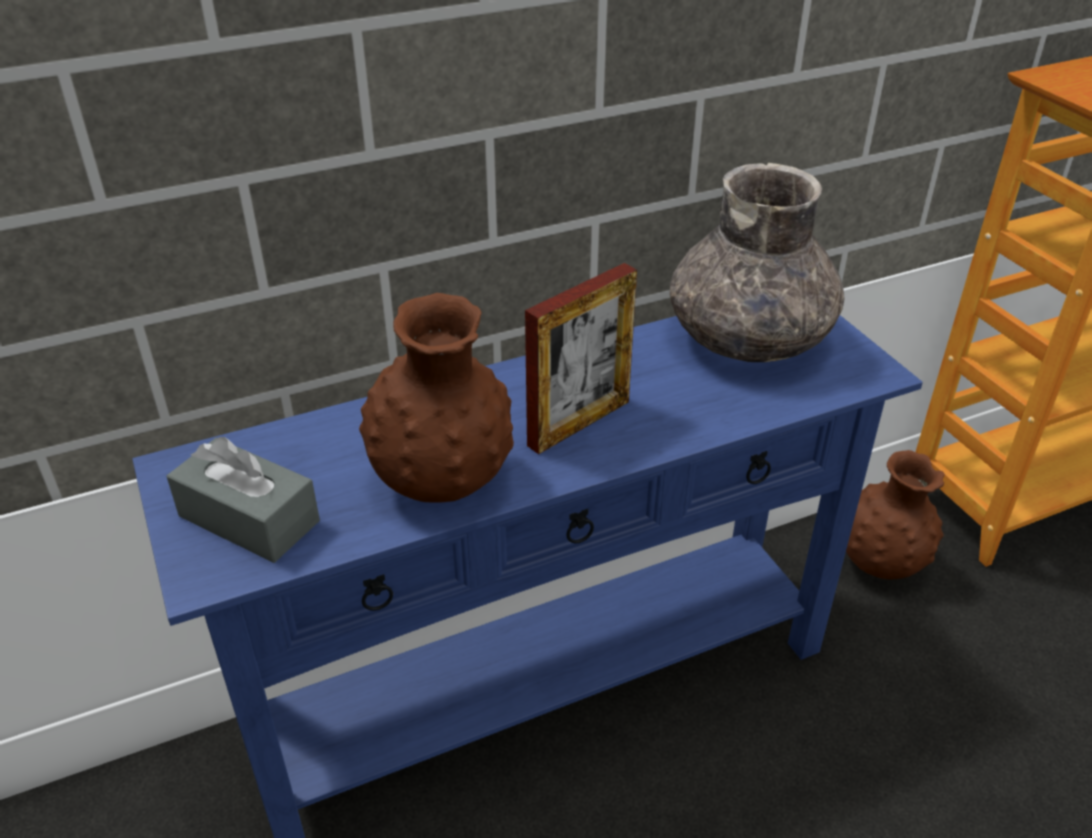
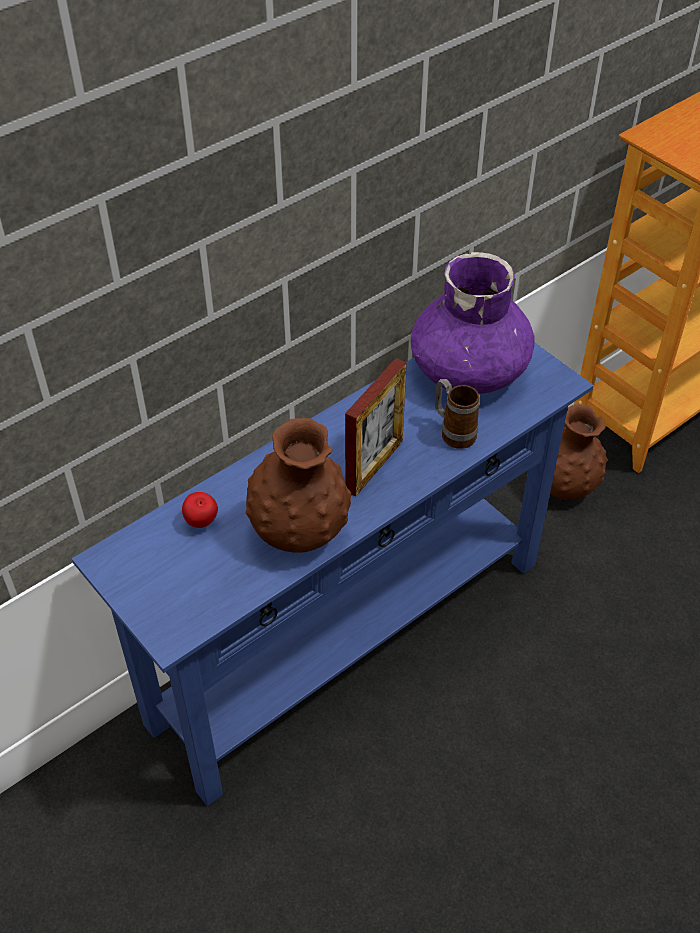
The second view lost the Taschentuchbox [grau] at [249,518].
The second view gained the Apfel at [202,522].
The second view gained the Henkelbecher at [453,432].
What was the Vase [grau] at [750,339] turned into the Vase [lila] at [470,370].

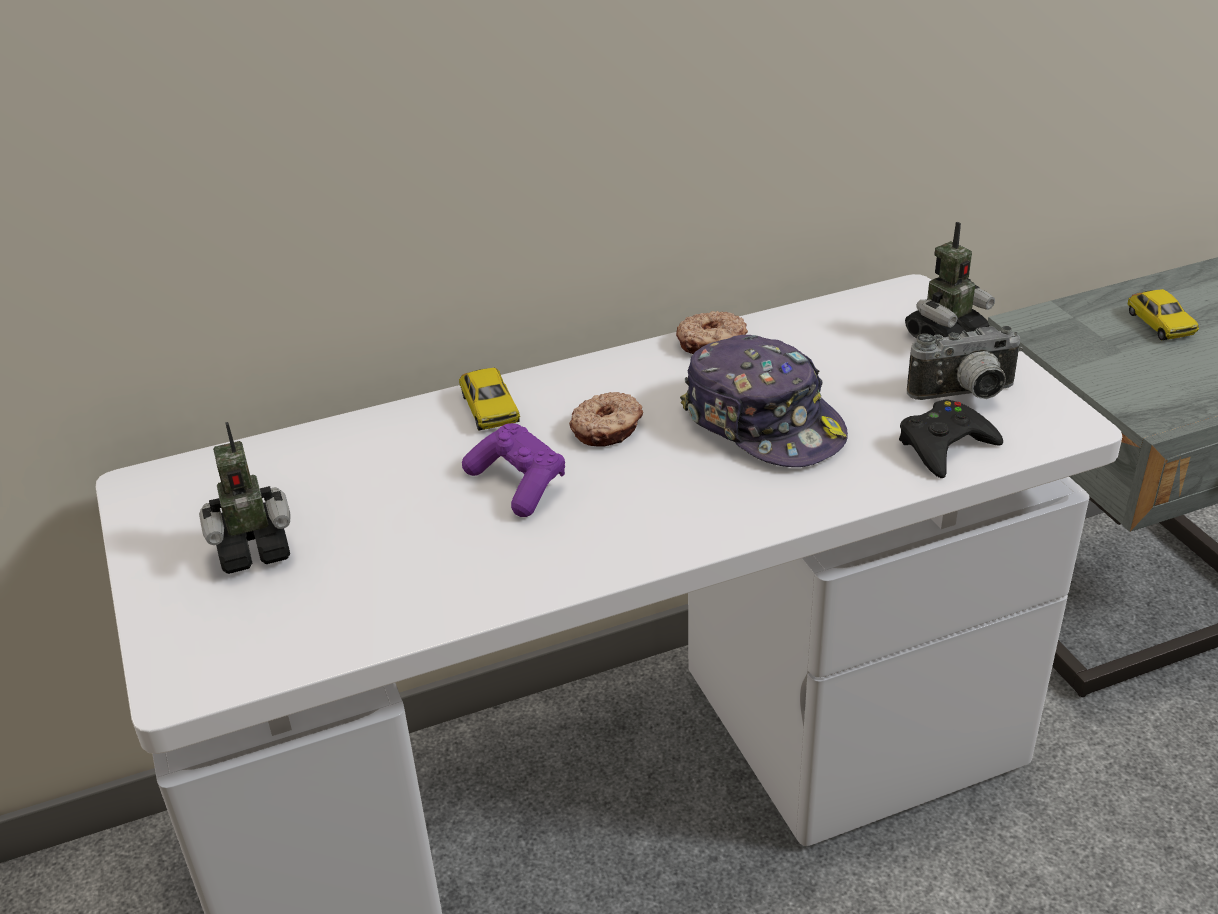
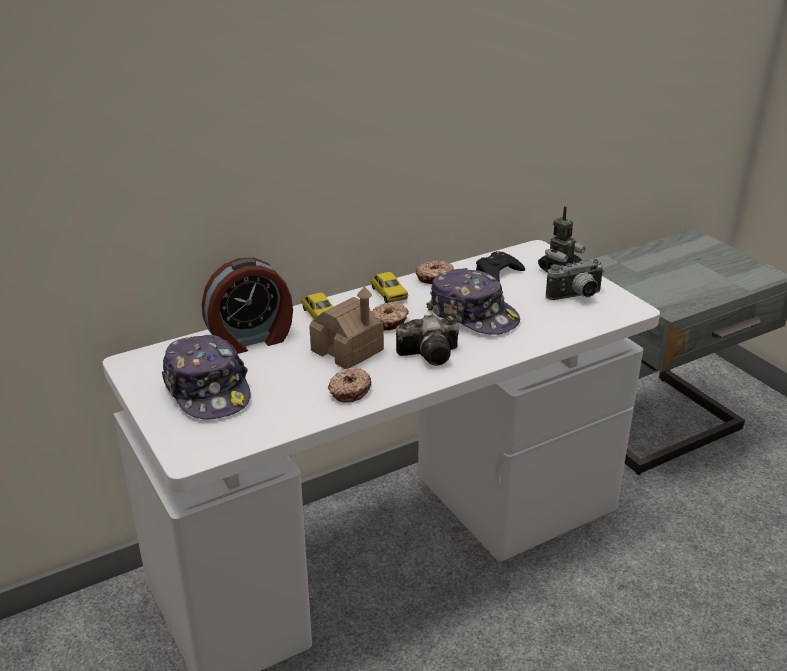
The second view gained the Wecker at [251,339].
The second view gained the Donut at [349,391].
The second view gained the Kamera at [432,354].
The Gamepad [schwarz] ended up elsewhere, having gone from [945,446] to [498,272].
The Spielzeugauto ended up elsewhere, having gone from [1160,324] to [389,293].
Where the Spielzeugroboter stood at [254,550], the Kappe came to stand at [208,390].
Where the Gamepad [lila] stood at [518,484], the Spielzeughaus came to stand at [347,350].

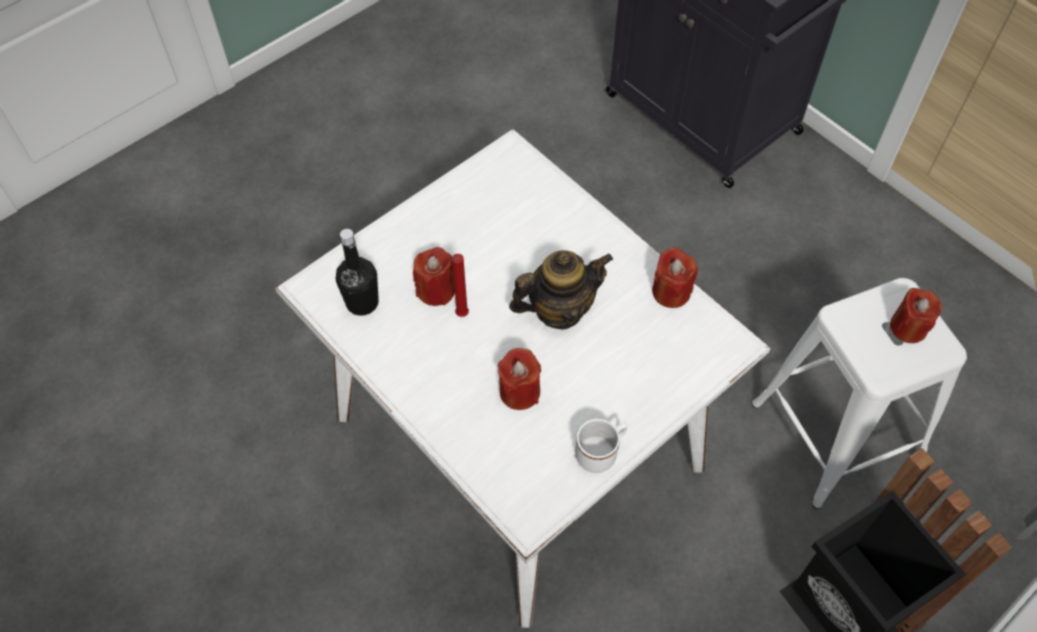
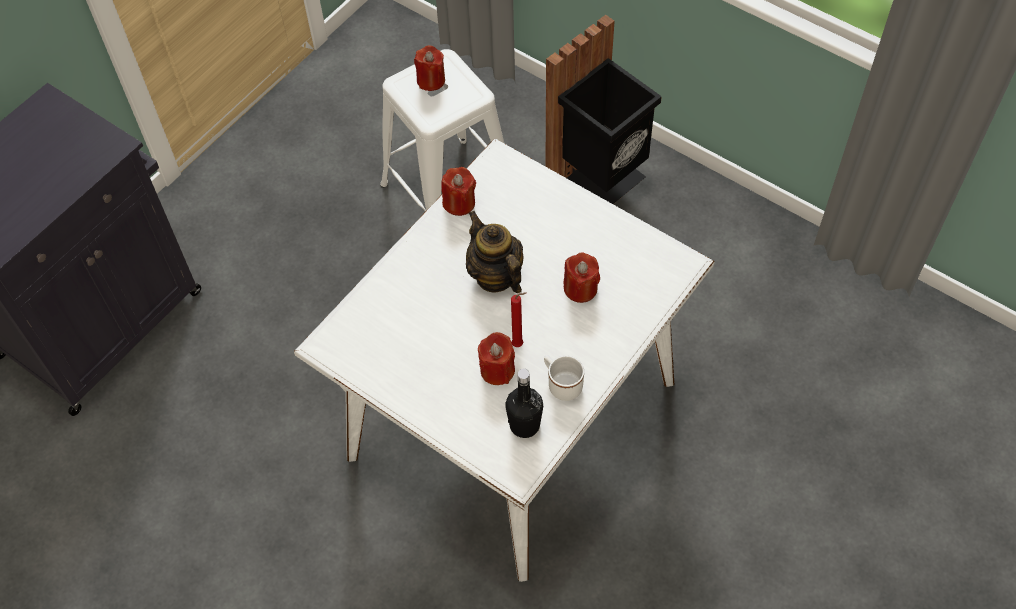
The Henkelbecher [weiß] ended up elsewhere, having gone from [601,452] to [561,383].

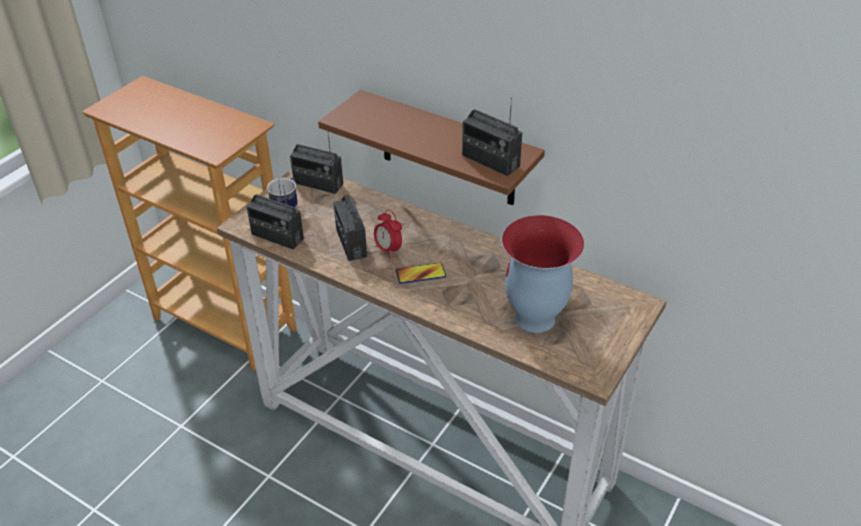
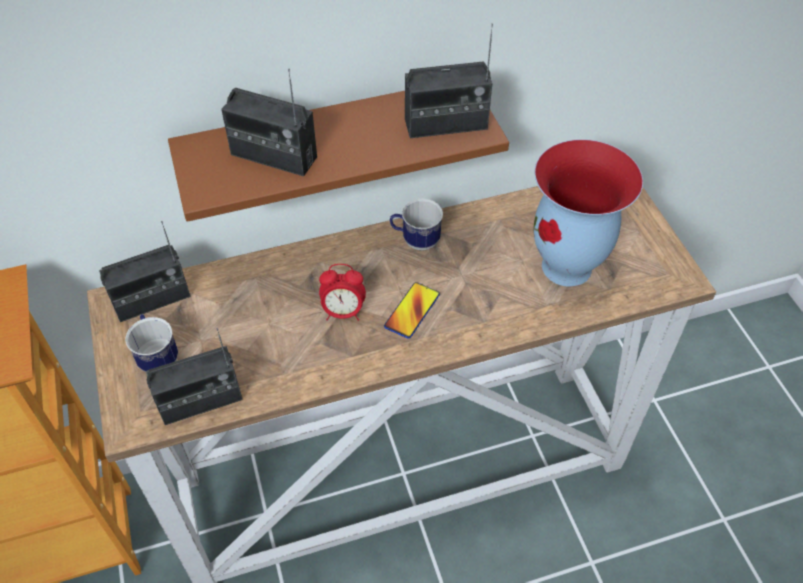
The second view gained the Henkelbecher at [415,241].
The Radio ended up elsewhere, having gone from [351,243] to [273,156].

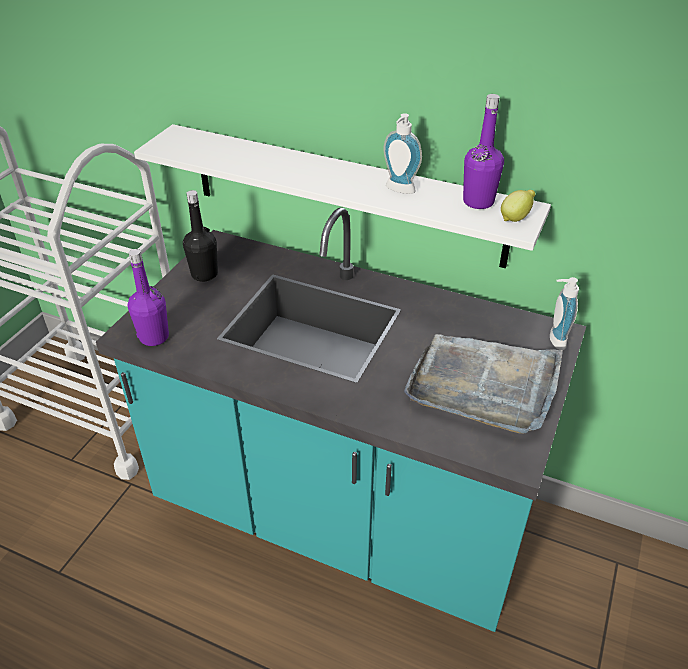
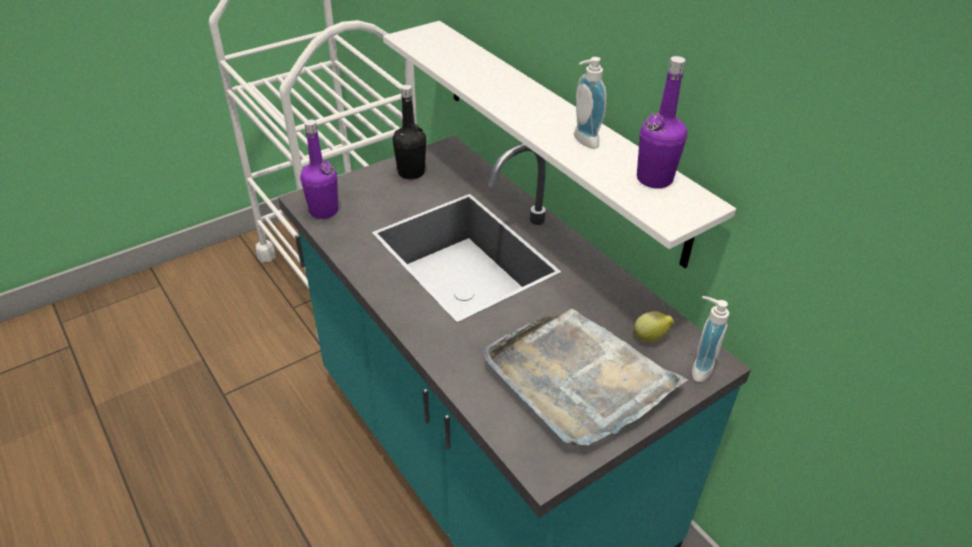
The Zitrone ended up elsewhere, having gone from [515,218] to [651,338].

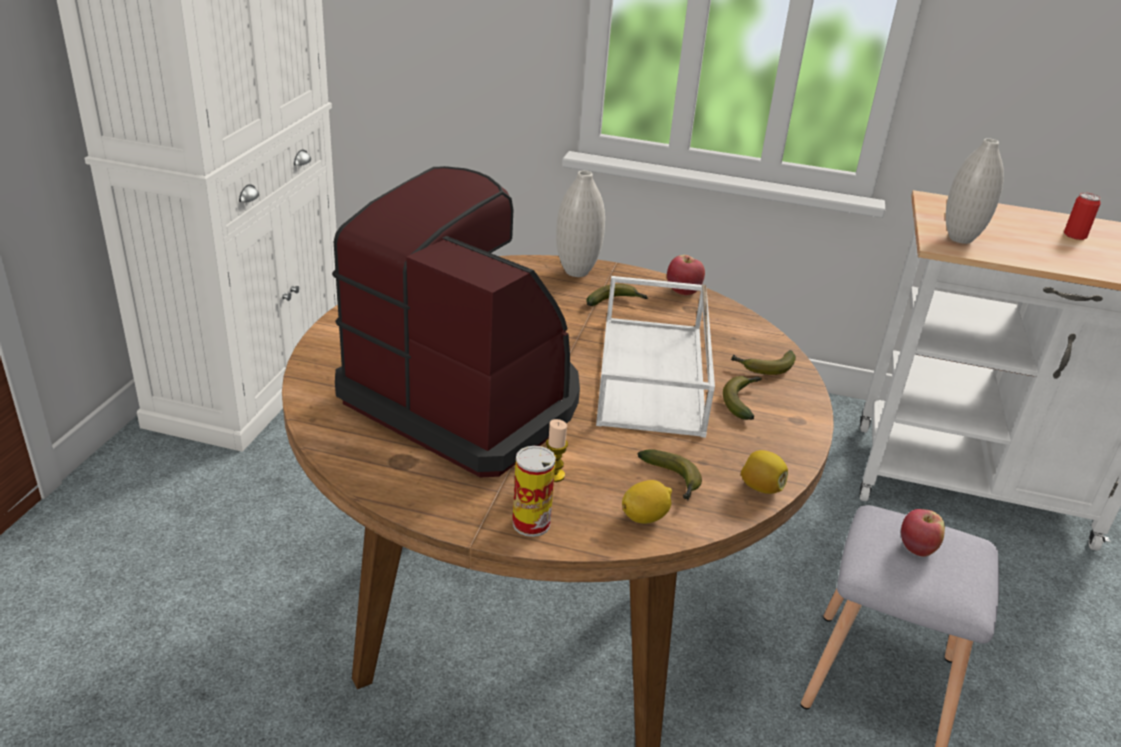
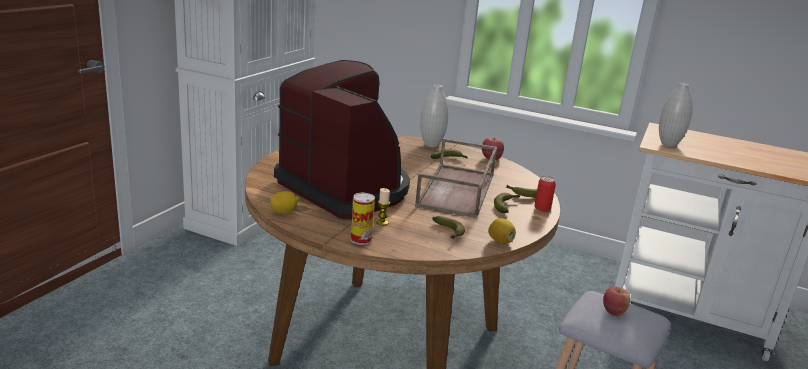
The Zitrone ended up elsewhere, having gone from [645,517] to [284,212].
The Dose ended up elsewhere, having gone from [1075,235] to [542,208].
What was the Tablett [weiß] at [654,375] turned into the Tablett [braun] at [458,190].

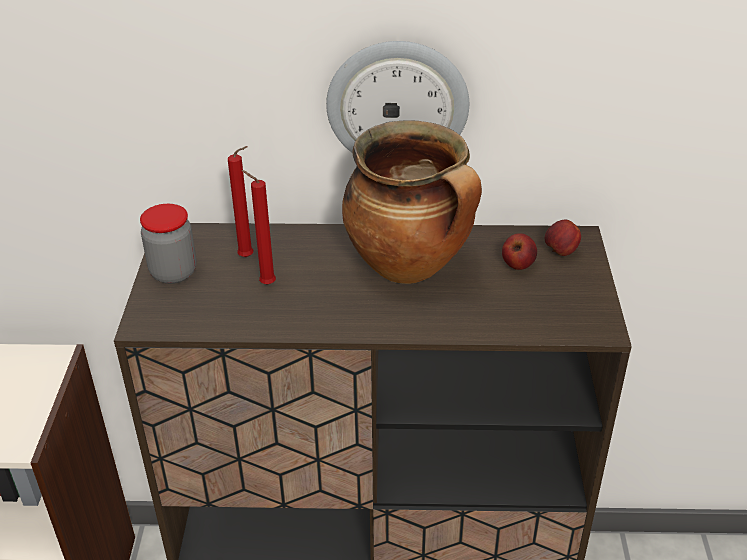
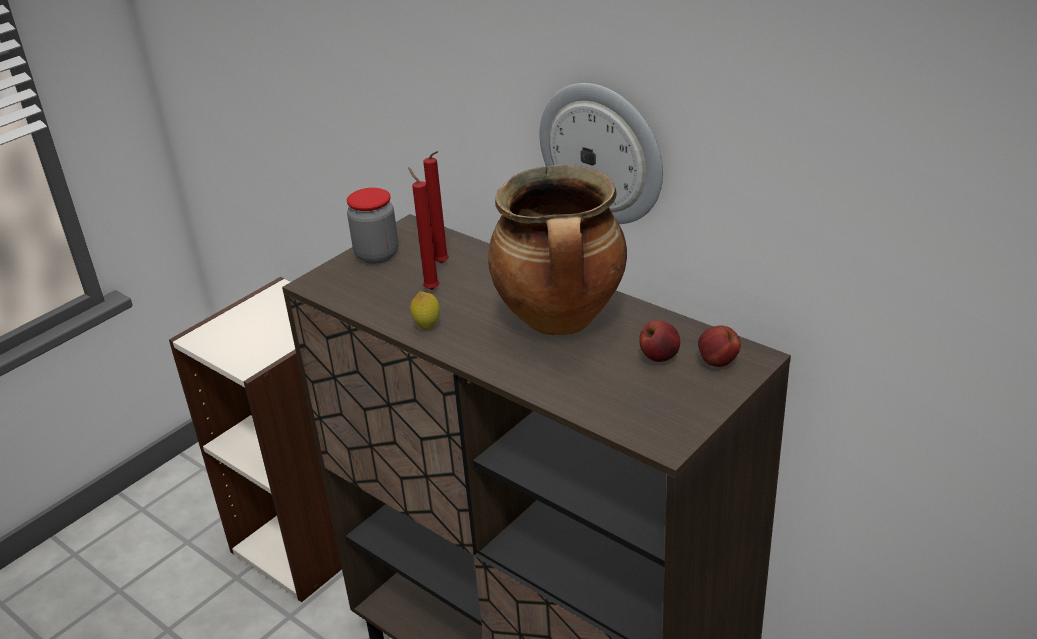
The second view gained the Zitrone at [427,326].

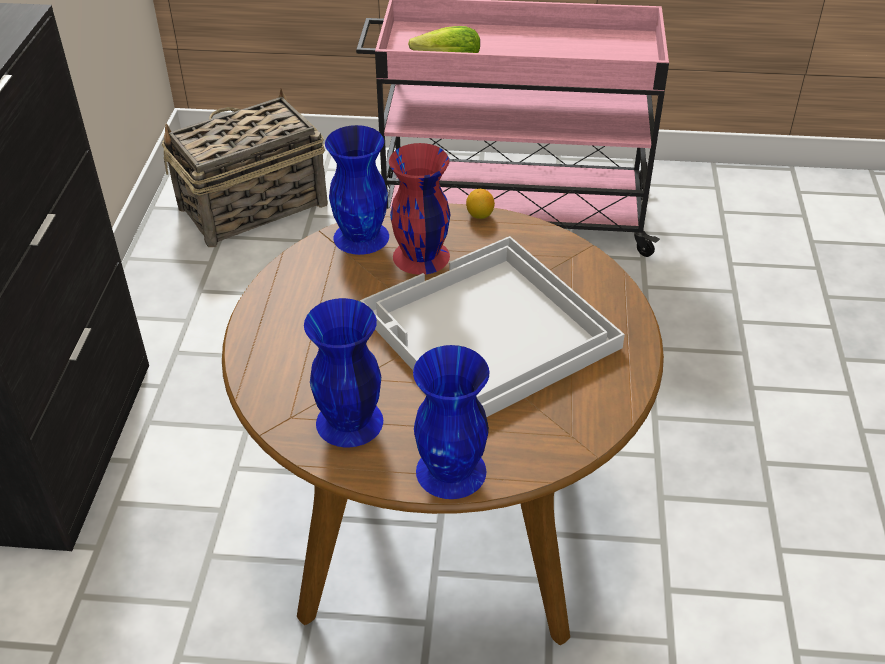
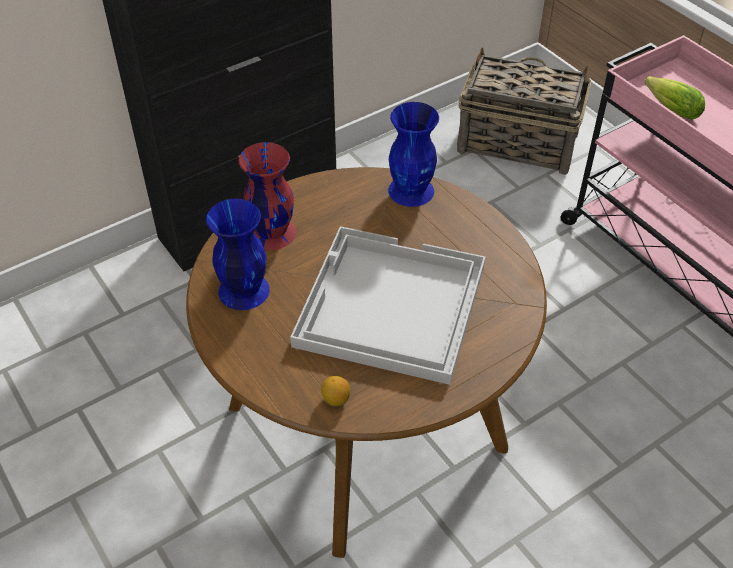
The second view lost the Vase [blau] at [451,472].
The Vase [rot] ended up elsewhere, having gone from [420,256] to [271,232].
The Zitrone ended up elsewhere, having gone from [480,215] to [336,399].

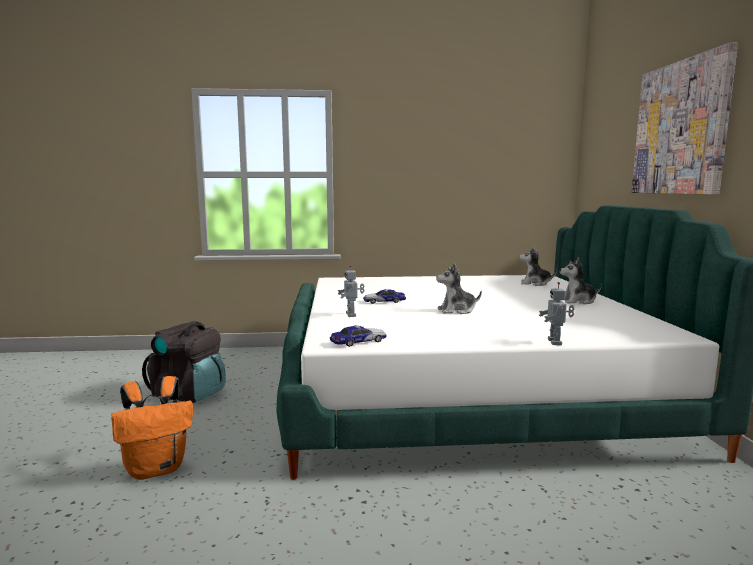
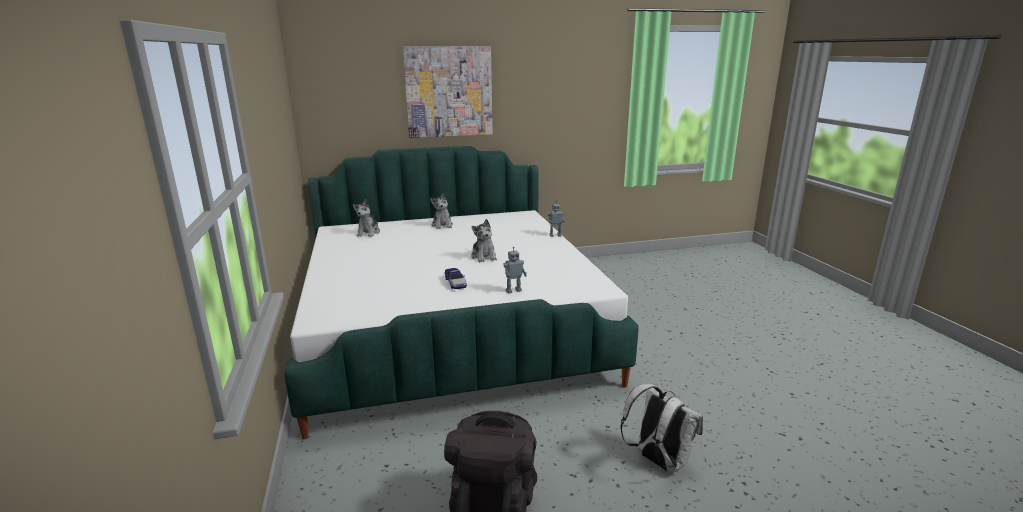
The second view lost the Spielzeugauto at [358,342].
What was the Rucksack [orange] at [157,468] turned into the Rucksack [weiß] at [657,461].

